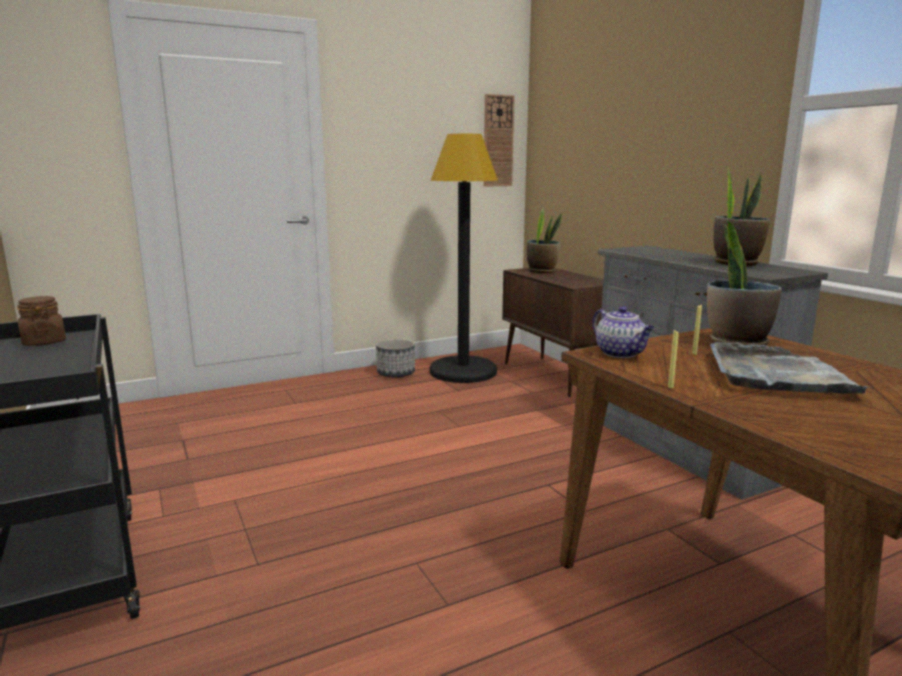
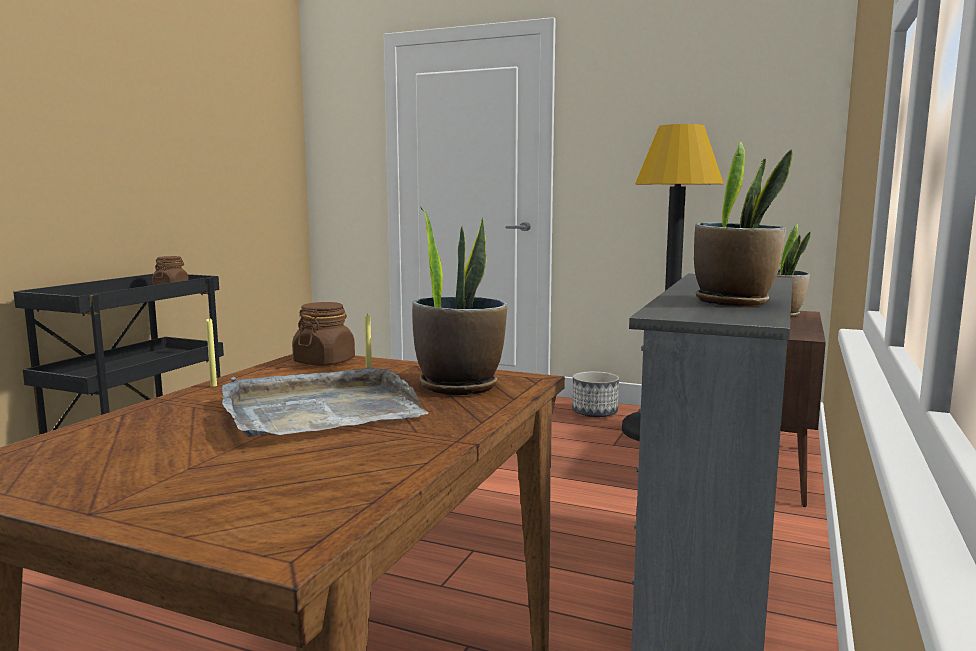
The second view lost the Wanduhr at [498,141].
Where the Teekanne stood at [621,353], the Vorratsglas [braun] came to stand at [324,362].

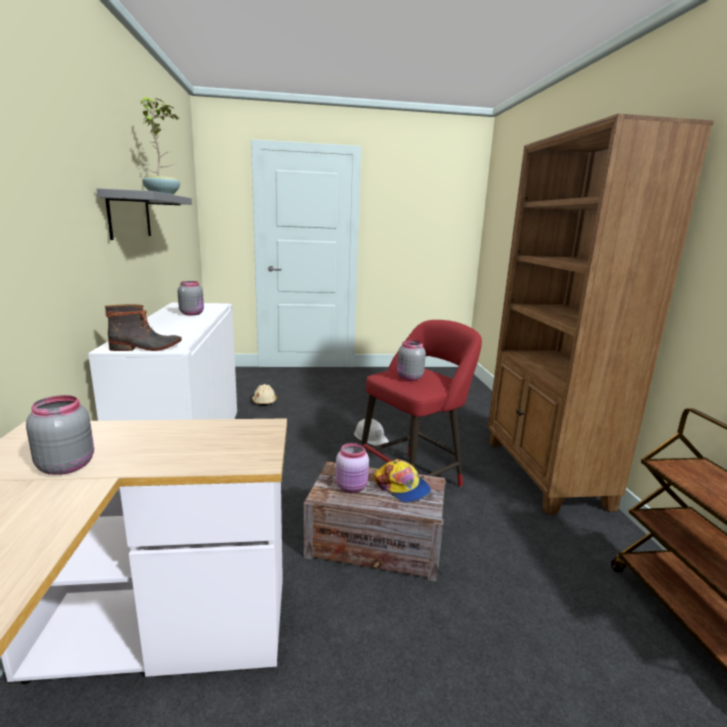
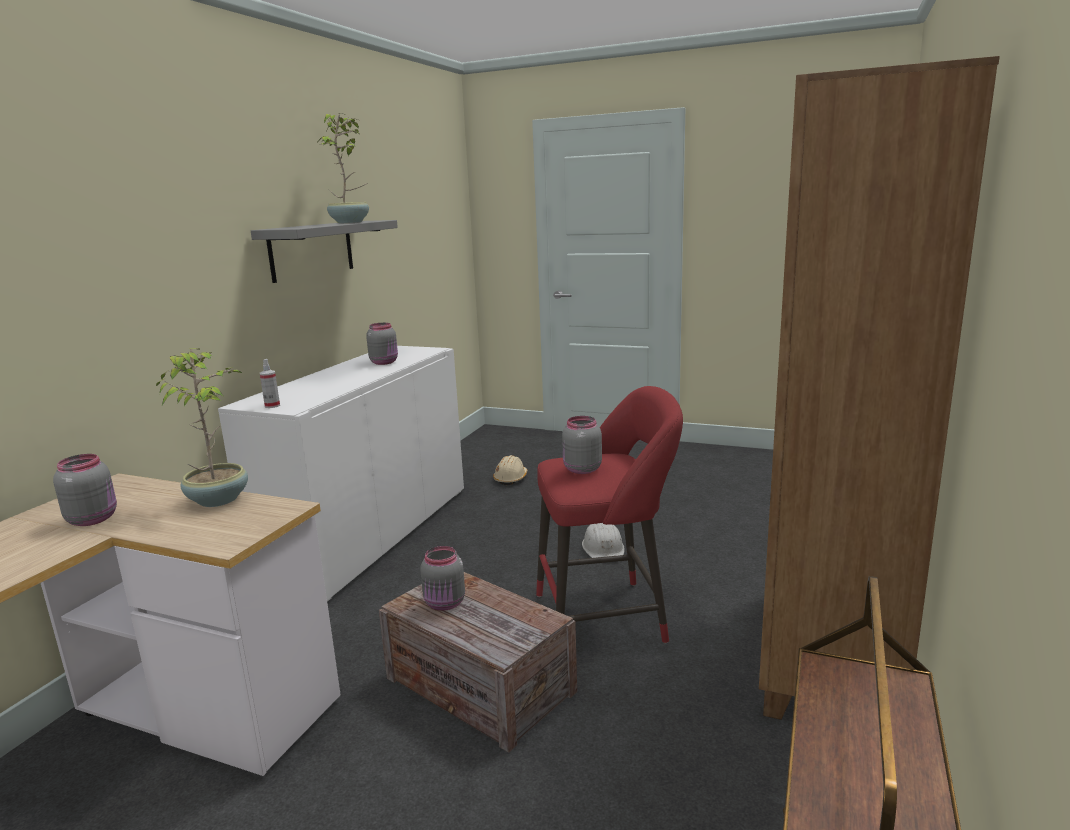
The second view lost the Kappe at [402,487].
The second view gained the Topfpflanze at [219,499].
Where the Stiefel stood at [146,348], the Sprühflasche came to stand at [272,406].
What was the Vorratsglas [rosa] at [352,487] turned into the Vorratsglas [grau] at [445,604].

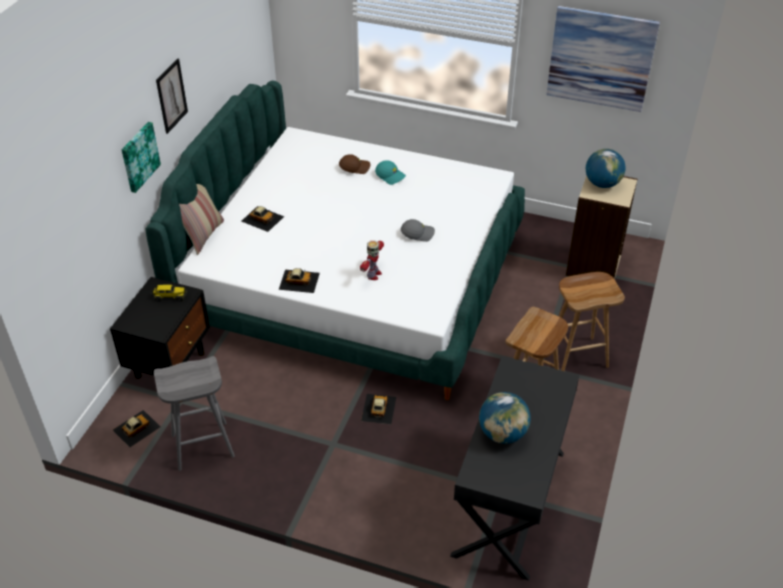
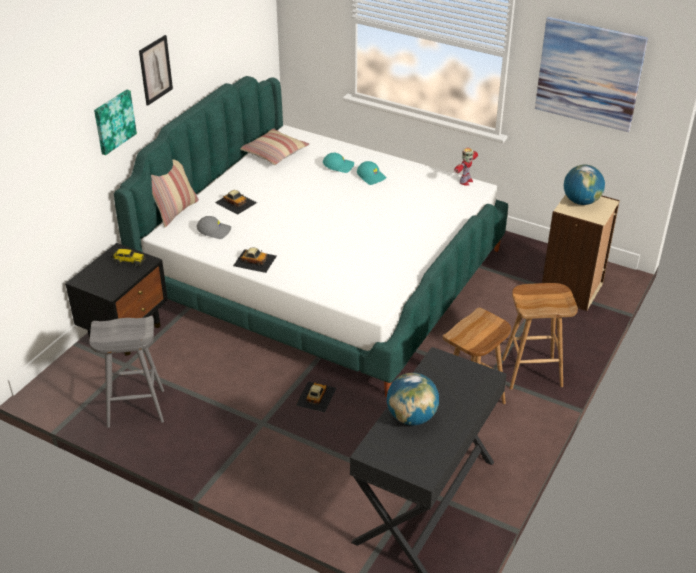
The second view lost the Spielzeugauto at [136,428].
The second view gained the Kissen at [274,153].
The Spielzeugroboter ended up elsewhere, having gone from [373,275] to [465,181].
The Kappe [grau] ended up elsewhere, having gone from [417,233] to [214,231].
What was the Kappe [braun] at [354,167] turned into the Kappe [türkis] at [338,166].

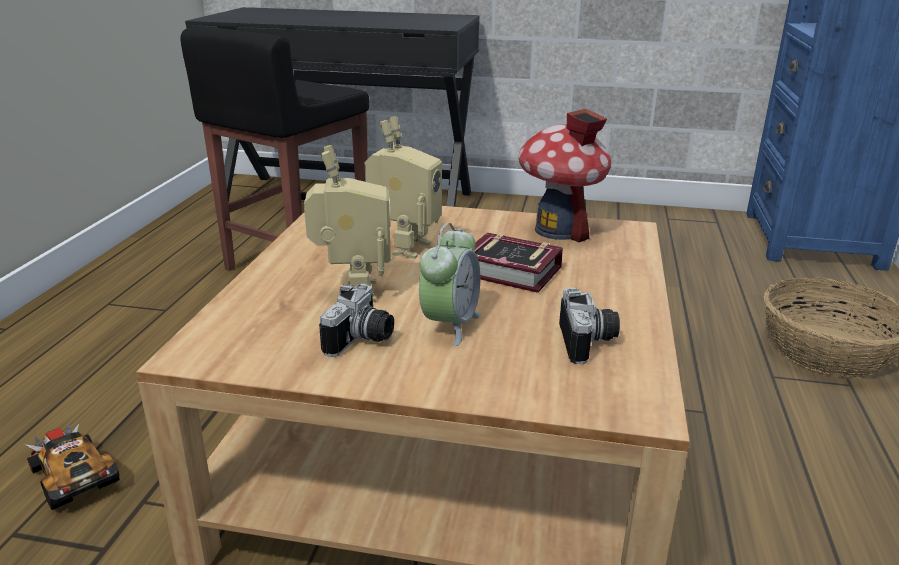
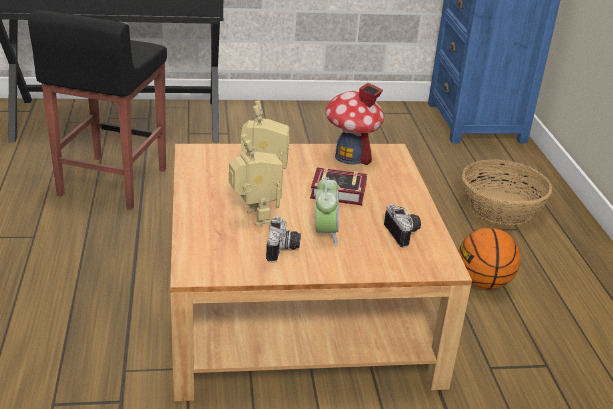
The second view lost the Spielzeugauto at [73,476].
The second view gained the Basketball at [483,283].

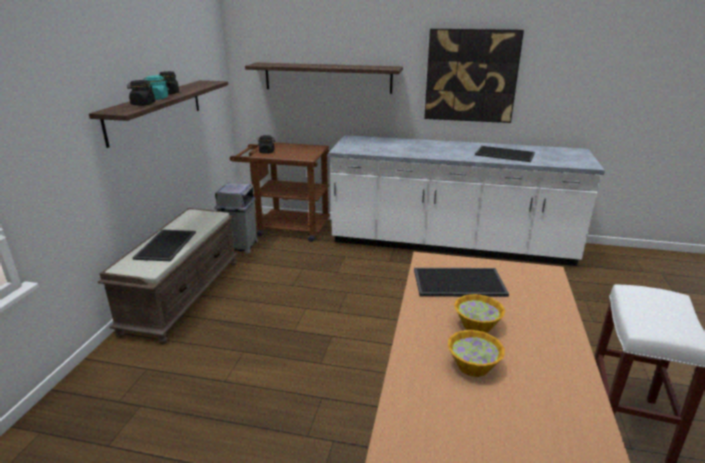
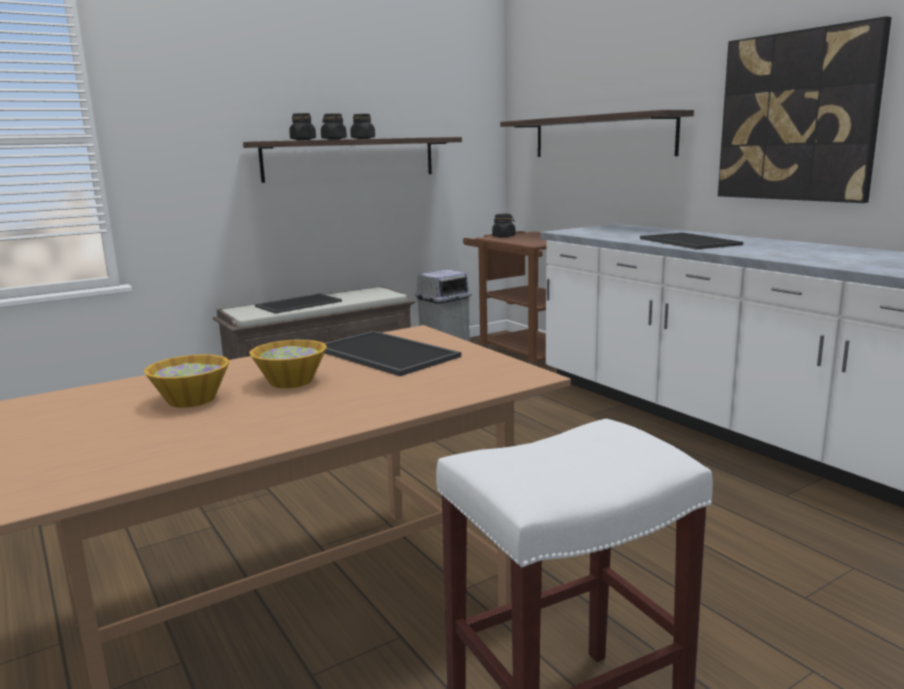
The Tablett ended up elsewhere, having gone from [503,154] to [687,242].
What was the Vorratsglas [türkis] at [157,98] turned into the Vorratsglas [schwarz] at [333,139].

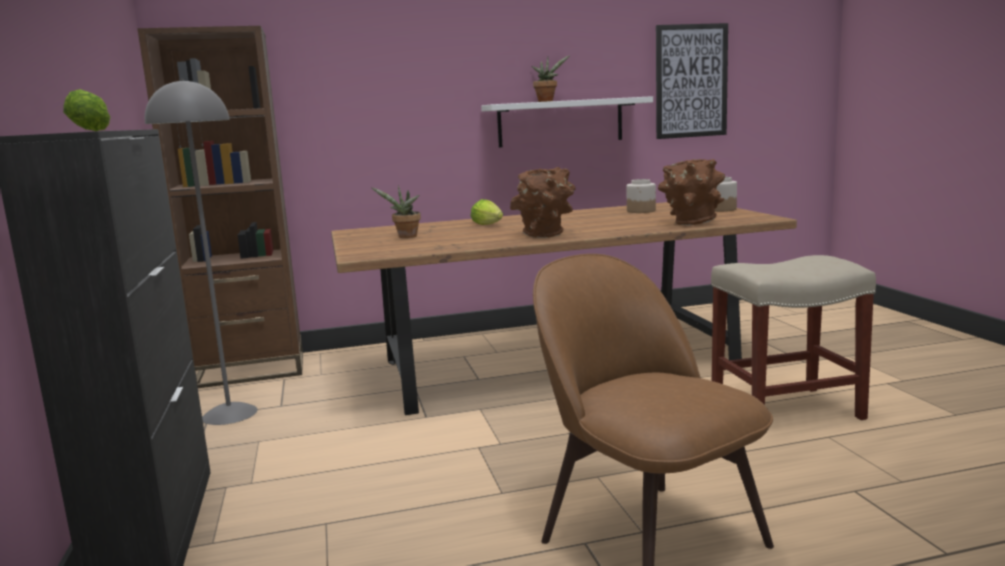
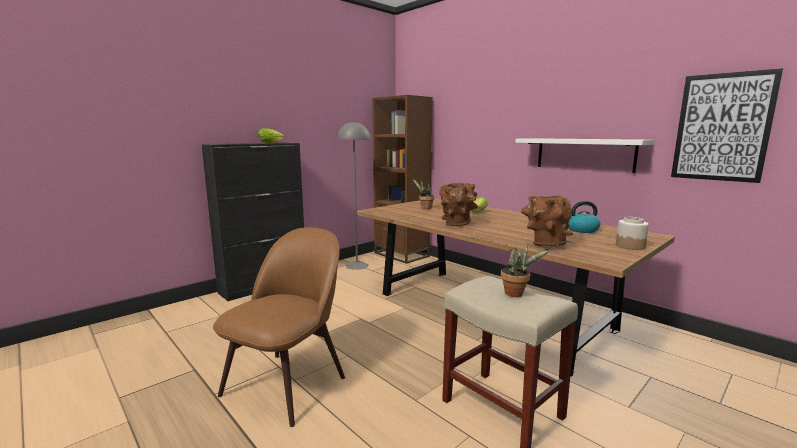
The Topfpflanze ended up elsewhere, having gone from [547,101] to [517,294].
Where the Vorratsglas stood at [641,211], the Wasserkessel came to stand at [581,230].

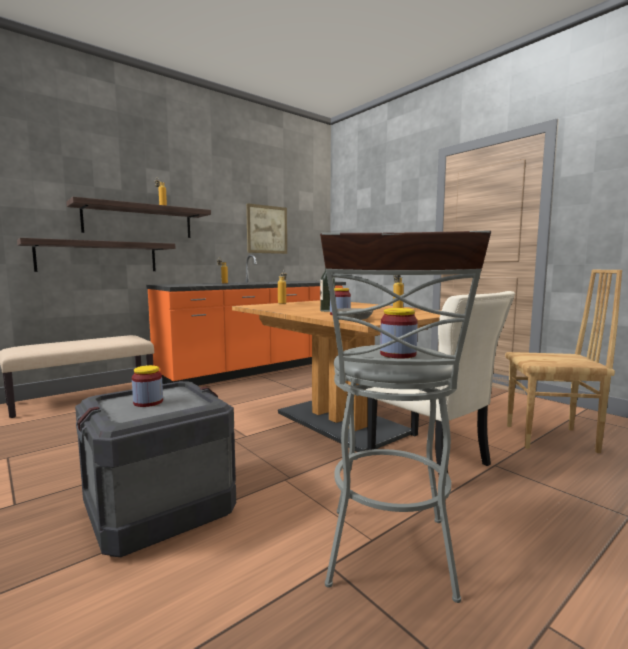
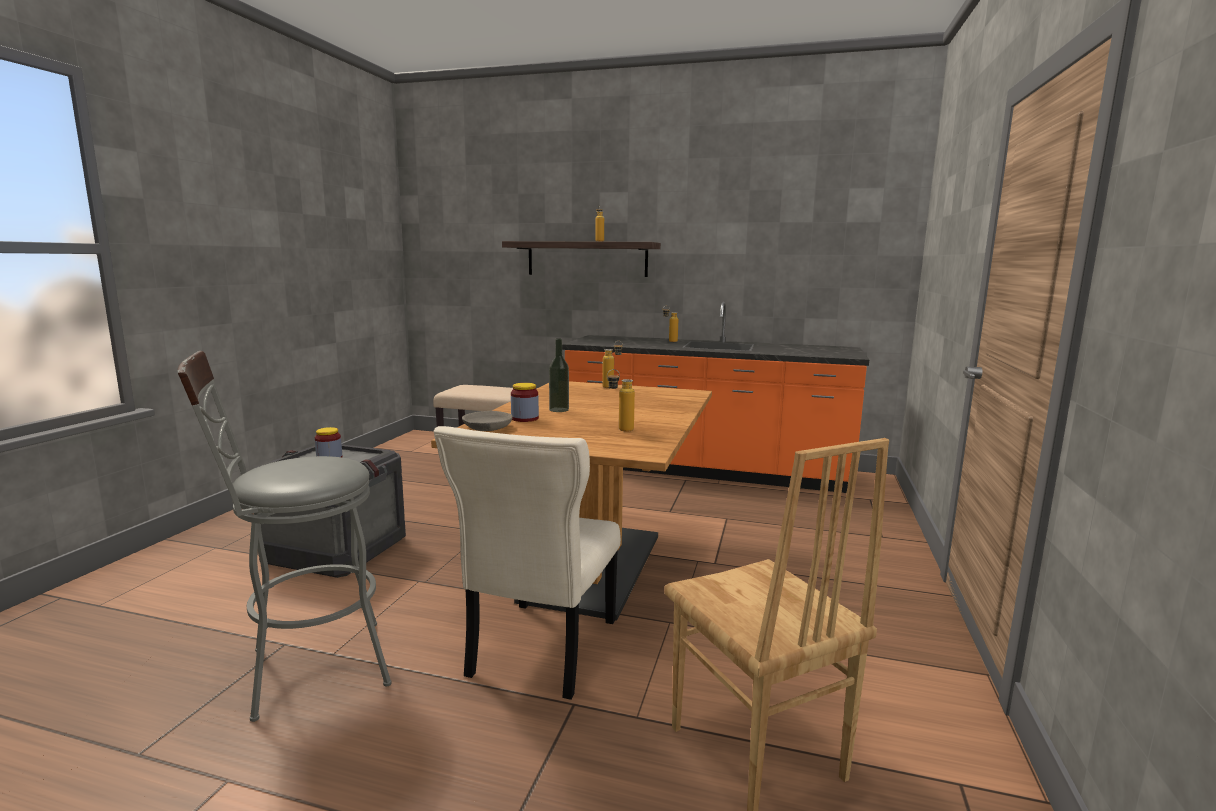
The second view lost the Wandregal at [98,257].
The second view lost the Bild at [267,229].
The second view lost the Vorratsglas at [398,354].

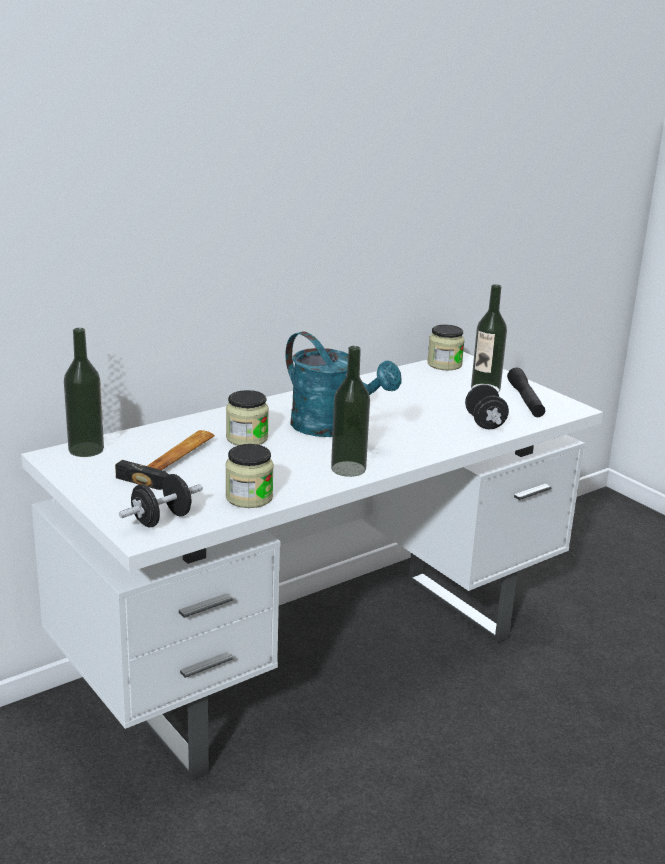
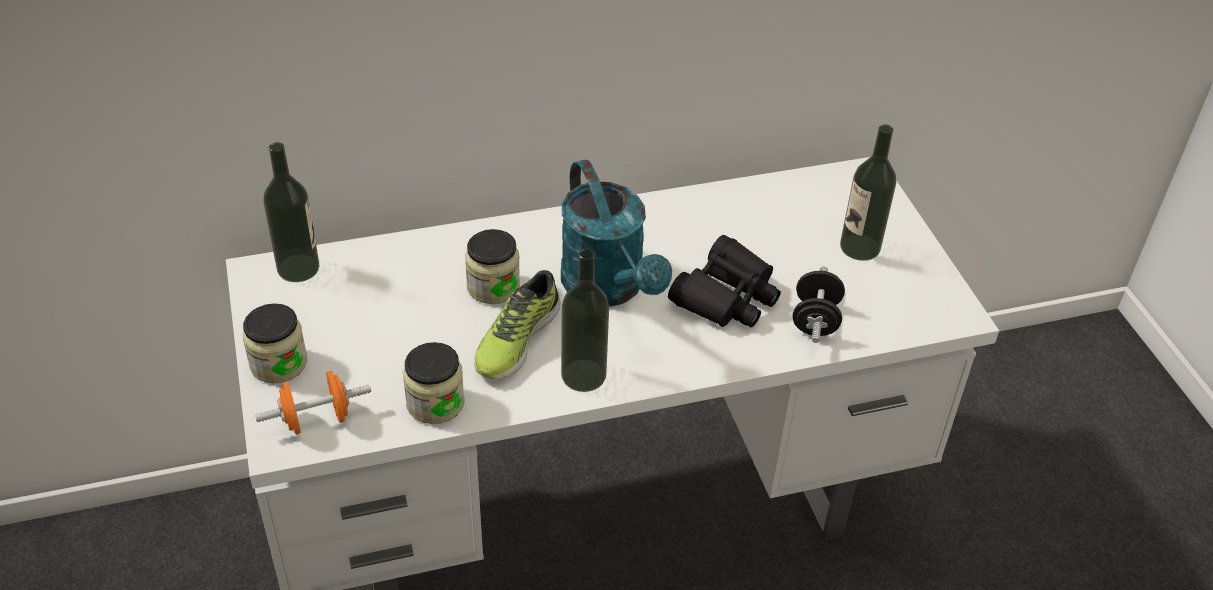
The second view lost the Hammer at [177,462].
The second view lost the Taschenlampe [schwarz] at [525,400].
The second view gained the Schuh at [516,339].
The second view gained the Fernglas [schwarz] at [726,296].
The Vorratsglas ended up elsewhere, having gone from [444,364] to [278,363].
What was the Hantel [schwarz] at [161,519] turned into the Hantel [orange] at [316,419].

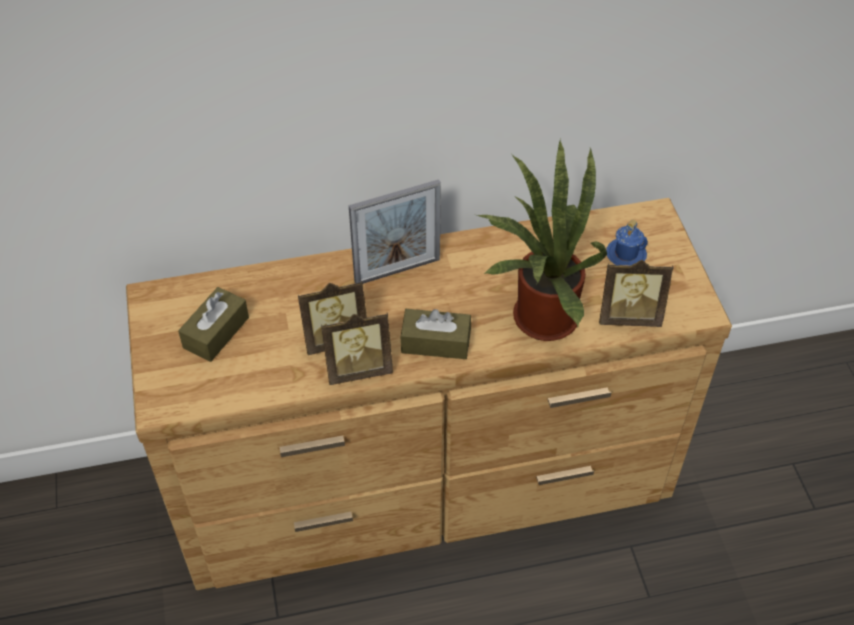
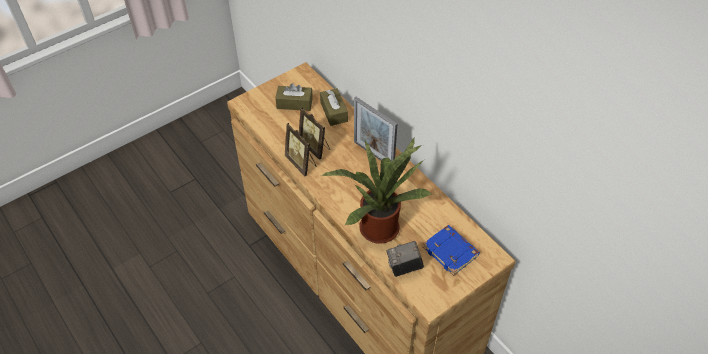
The Taschentuchbox [braun] ended up elsewhere, having gone from [435,342] to [334,112].
Where the Bilderrahmen stood at [629,316], the Kamera came to stand at [404,267].
Where the Henkelbecher [blau] stood at [626,254], the Buch [blau] came to stand at [451,252].

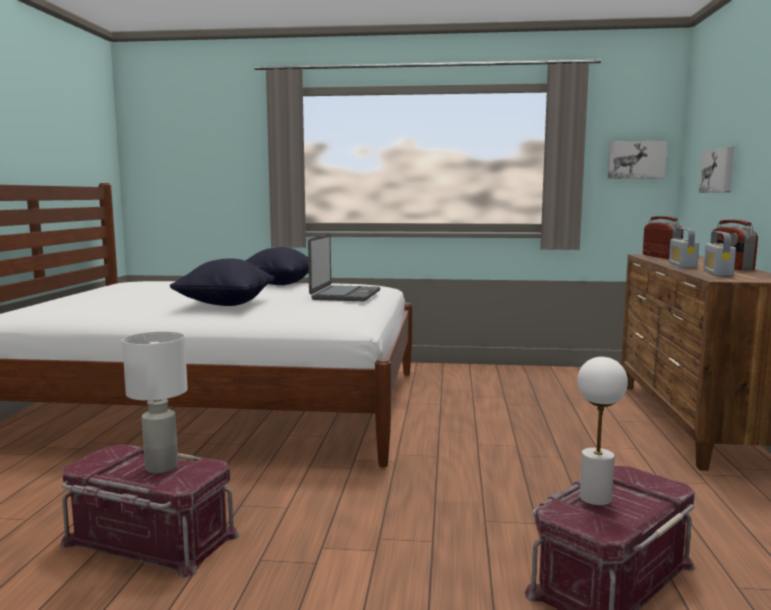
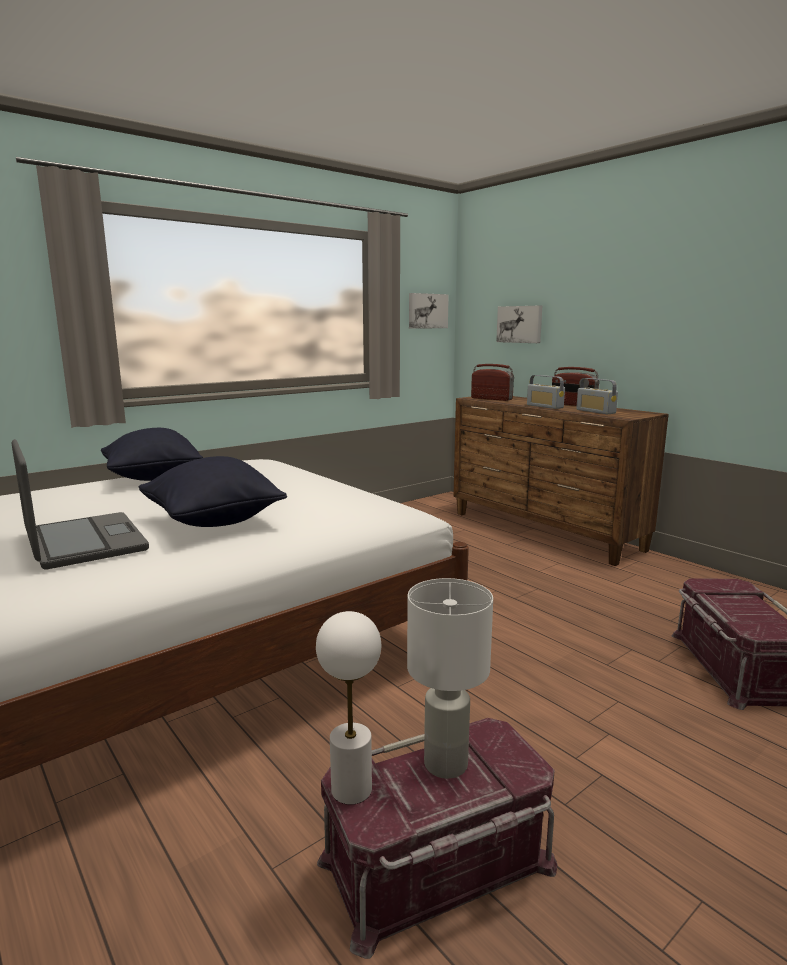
The Laptop ended up elsewhere, having gone from [345,295] to [83,542].
The Tischlampe [weiß] ended up elsewhere, having gone from [595,498] to [350,789].

